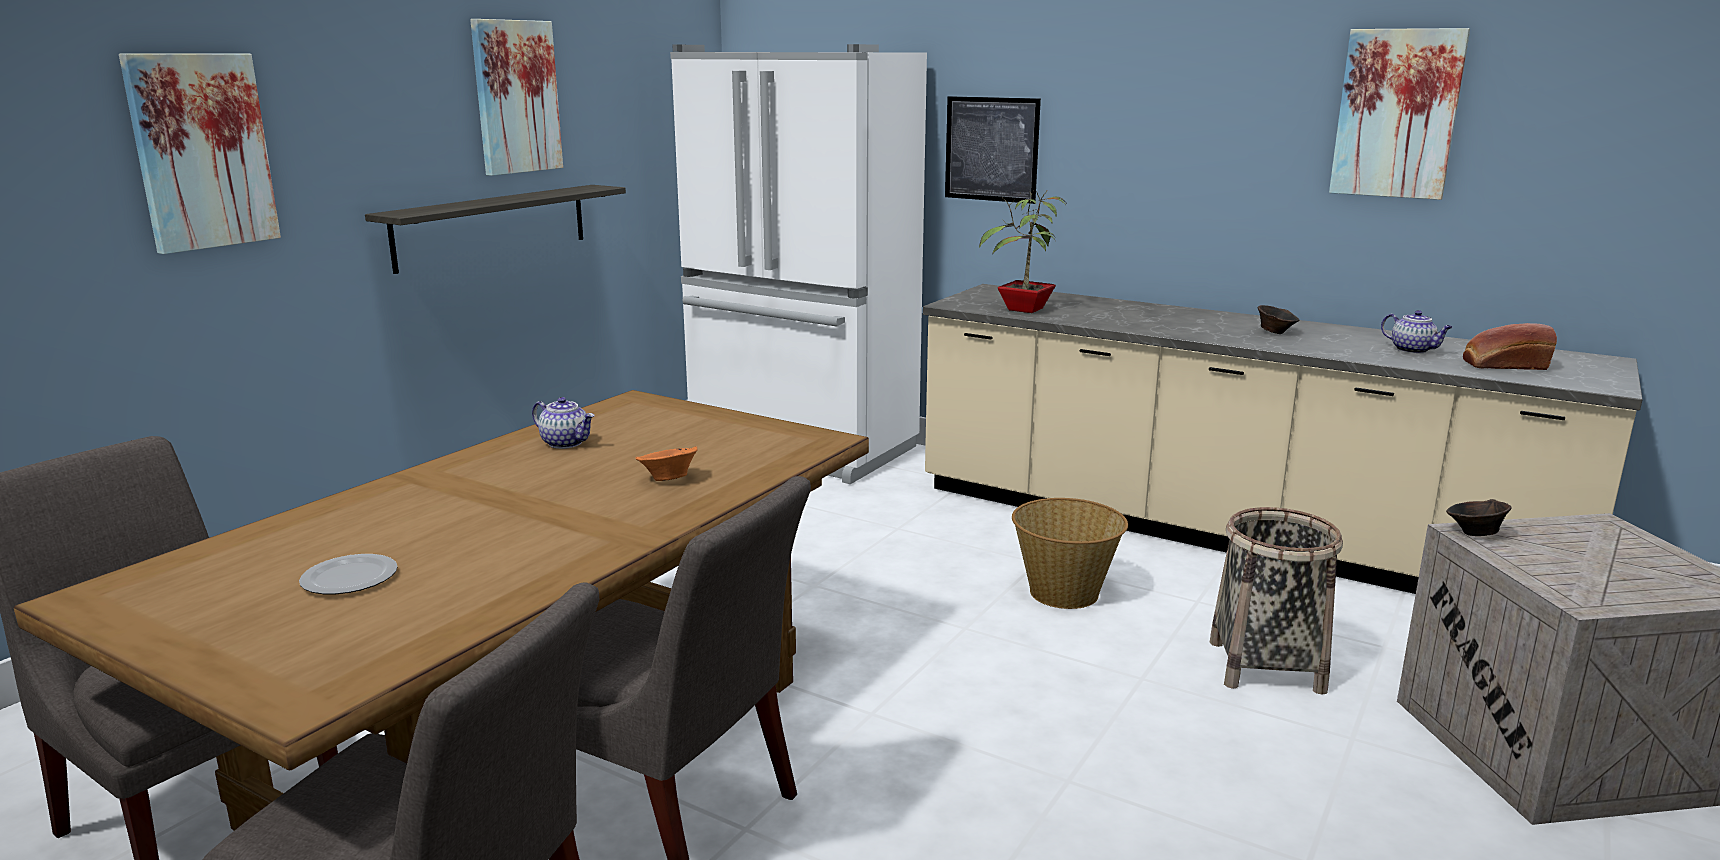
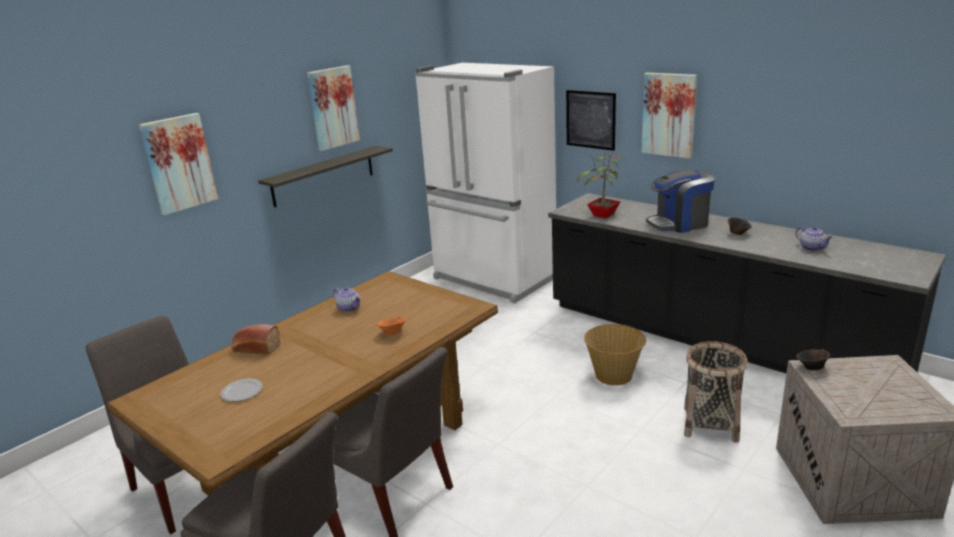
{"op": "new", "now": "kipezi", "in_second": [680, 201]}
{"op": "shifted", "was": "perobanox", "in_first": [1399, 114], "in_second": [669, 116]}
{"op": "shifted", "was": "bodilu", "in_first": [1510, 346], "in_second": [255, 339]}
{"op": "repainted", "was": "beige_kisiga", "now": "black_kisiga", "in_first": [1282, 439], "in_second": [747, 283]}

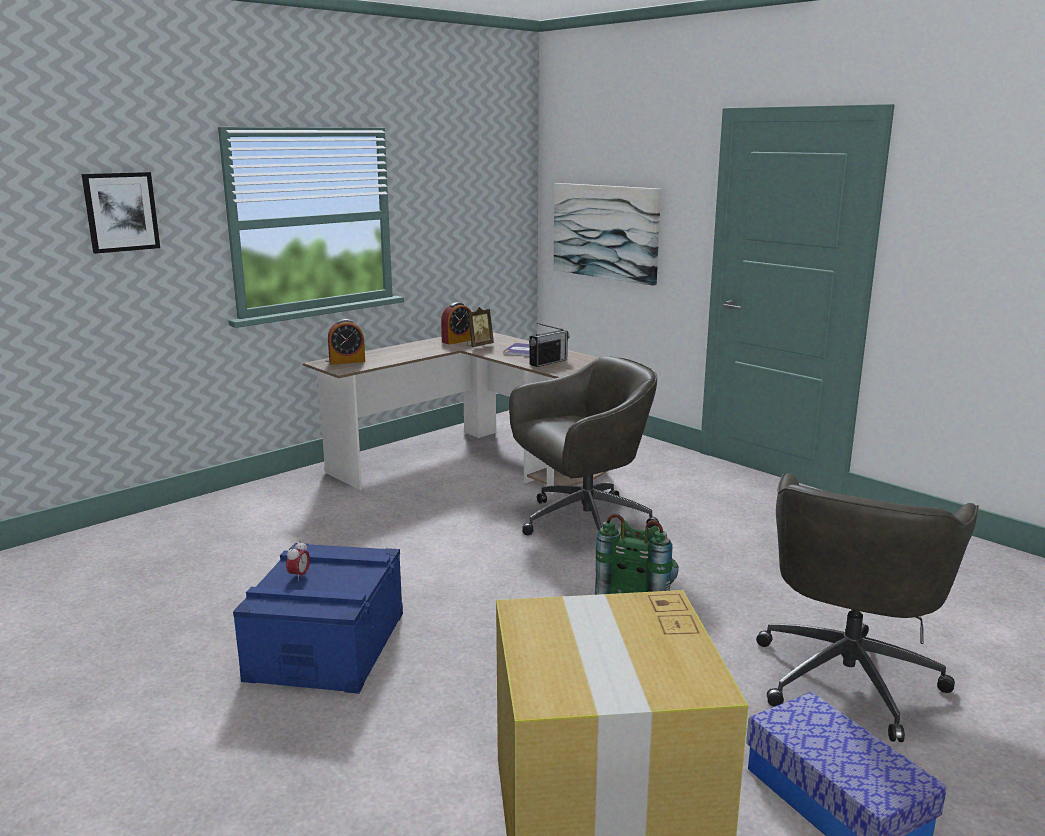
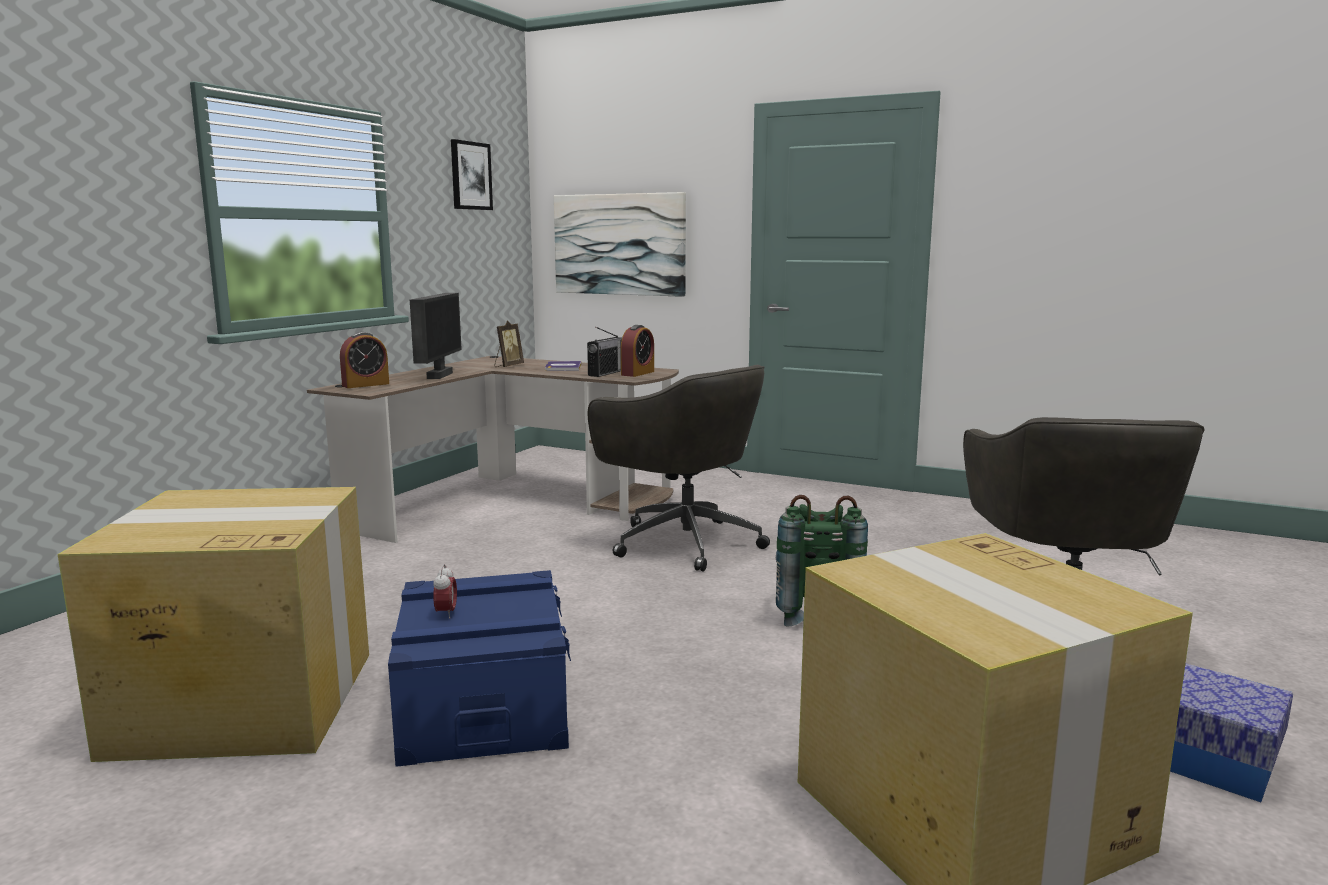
{"op": "new", "now": "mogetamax", "in_second": [213, 624]}
{"op": "new", "now": "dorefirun", "in_second": [436, 336]}
{"op": "shifted", "was": "perobanox", "in_first": [121, 213], "in_second": [472, 174]}
{"op": "shifted", "was": "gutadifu", "in_first": [456, 323], "in_second": [637, 351]}
{"op": "rotated", "was": "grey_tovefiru", "in_first": [584, 445], "in_second": [679, 468], "clockwise": 90}

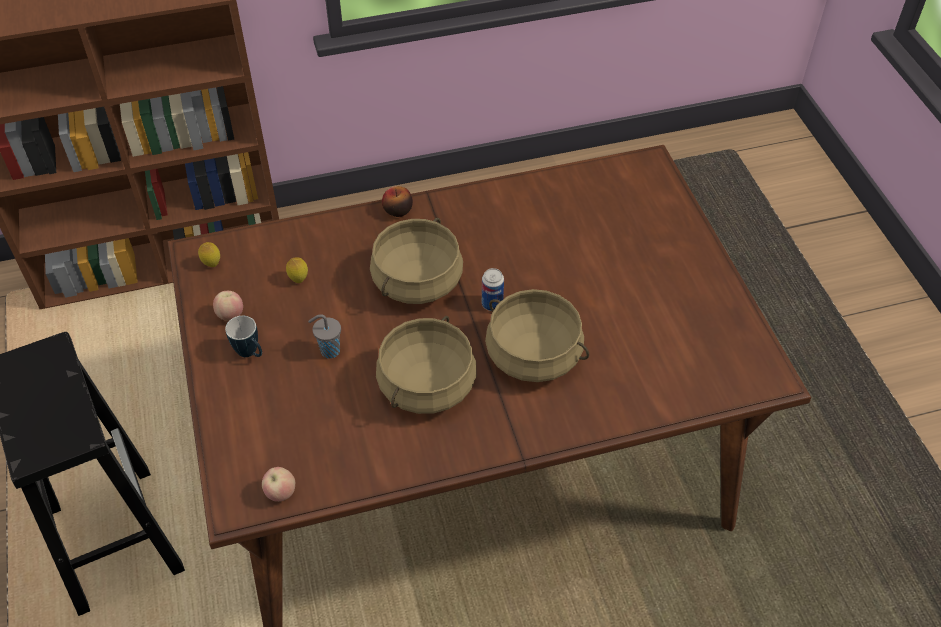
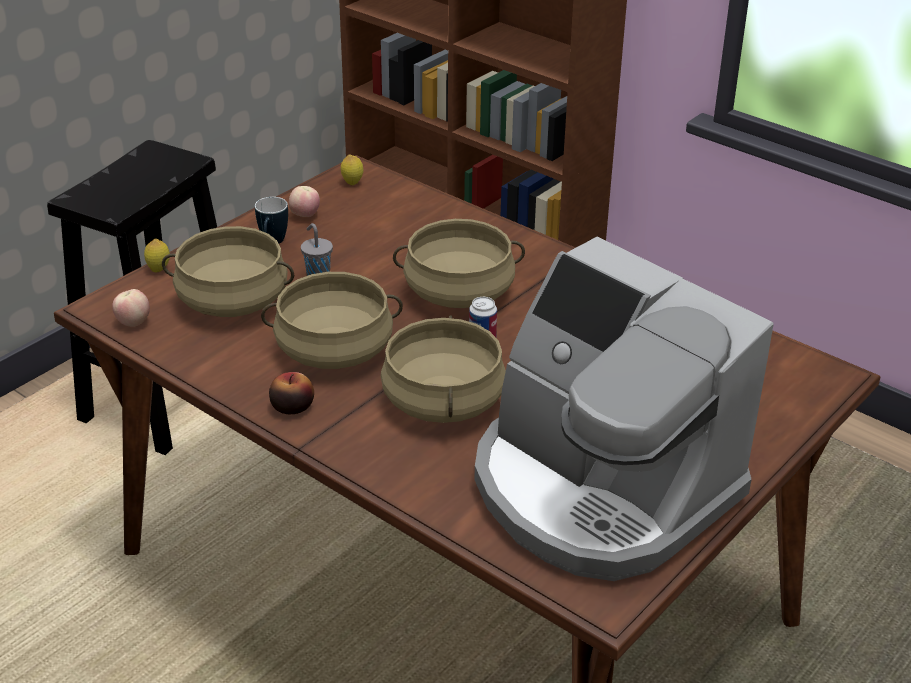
{"op": "new", "now": "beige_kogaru", "in_second": [228, 271]}
{"op": "new", "now": "kipezi", "in_second": [624, 409]}
{"op": "shifted", "was": "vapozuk", "in_first": [297, 270], "in_second": [157, 255]}
{"op": "shifted", "was": "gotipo", "in_first": [397, 201], "in_second": [291, 393]}

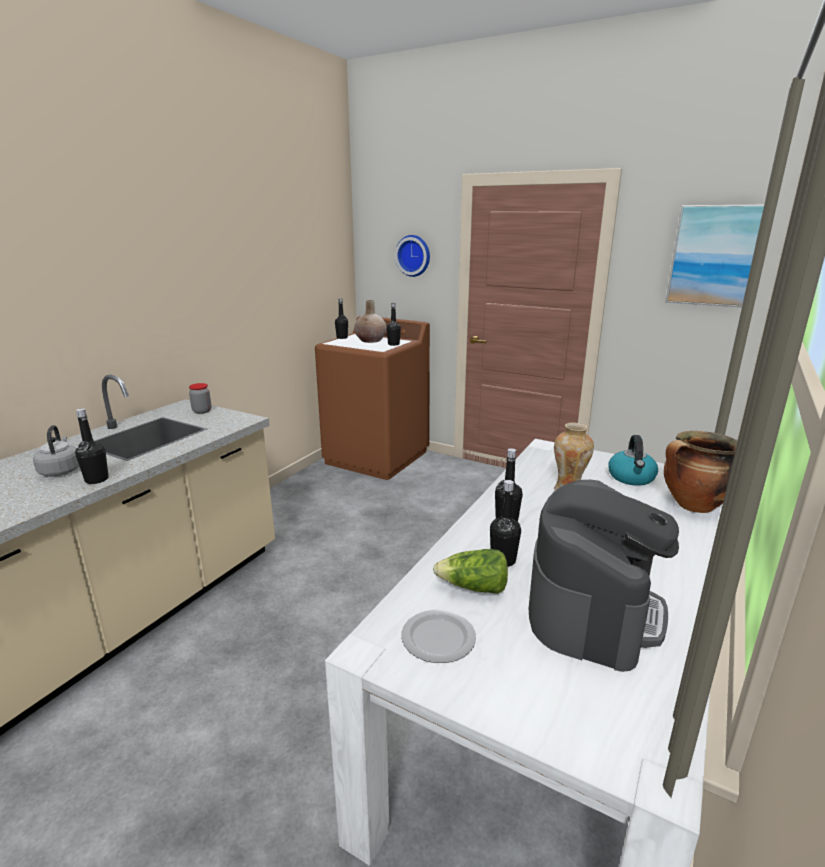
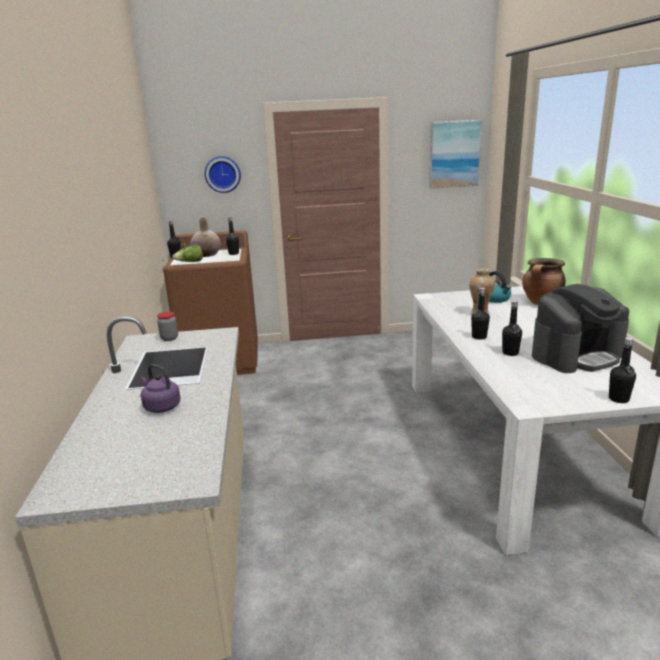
{"op": "gone", "was": "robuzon", "in_first": [438, 636]}
{"op": "shifted", "was": "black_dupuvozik", "in_first": [92, 446], "in_second": [622, 370]}
{"op": "shifted", "was": "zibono", "in_first": [470, 571], "in_second": [187, 253]}
{"op": "repainted", "was": "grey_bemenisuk", "now": "purple_bemenisuk", "in_first": [56, 451], "in_second": [160, 388]}
{"op": "rotated", "was": "kipezi", "in_first": [604, 576], "in_second": [580, 328], "clockwise": 75}

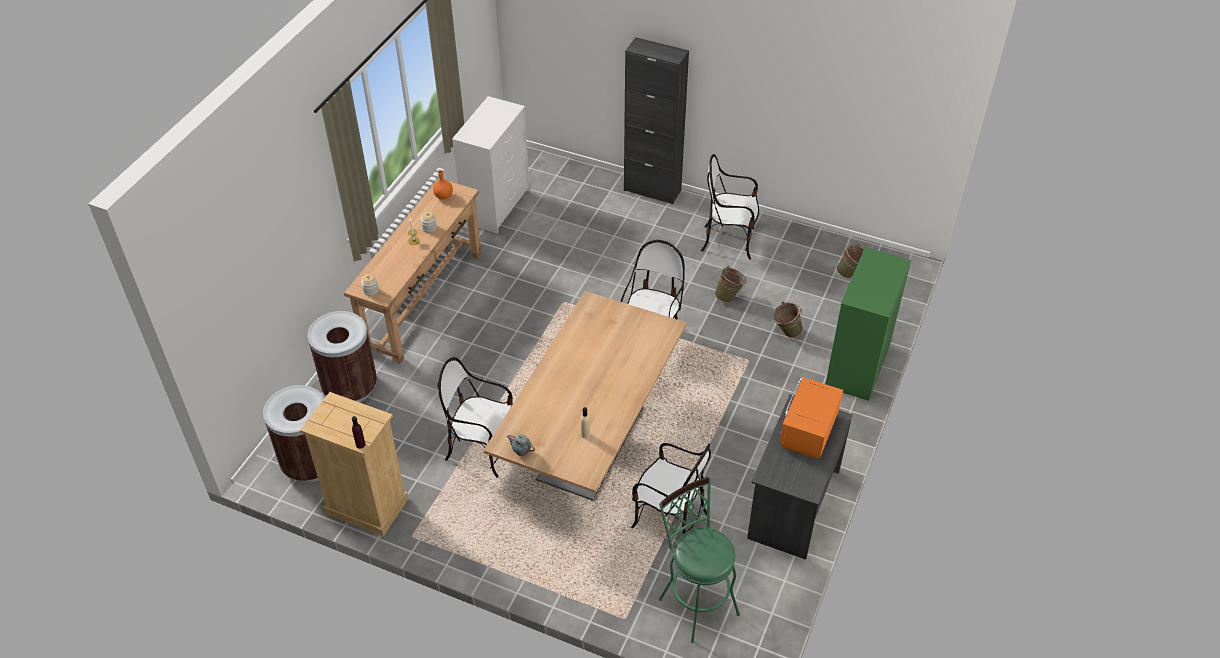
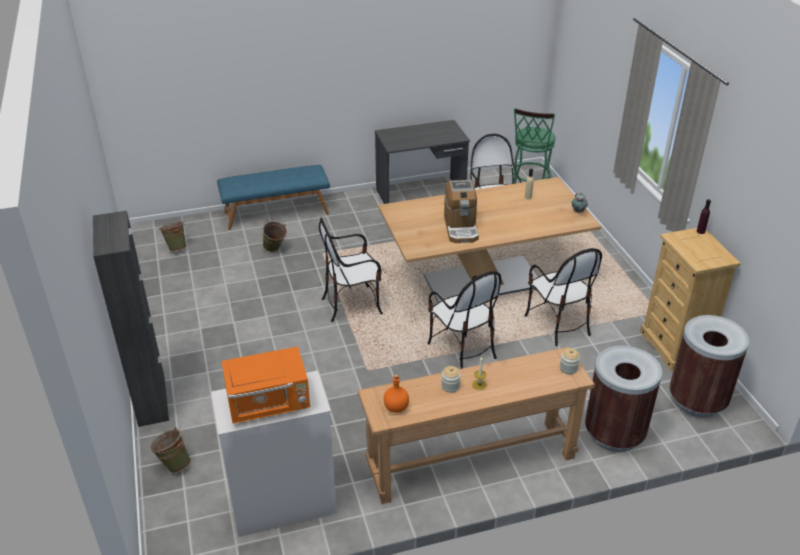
{"op": "new", "now": "kipezi", "in_second": [461, 211]}
{"op": "shifted", "was": "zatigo", "in_first": [730, 206], "in_second": [464, 320]}
{"op": "shifted", "was": "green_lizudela", "in_first": [731, 284], "in_second": [170, 450]}
{"op": "shifted", "was": "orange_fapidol", "in_first": [811, 418], "in_second": [265, 385]}
{"op": "swapped", "was": "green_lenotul", "now": "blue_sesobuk", "in_first": [868, 324], "in_second": [273, 197]}

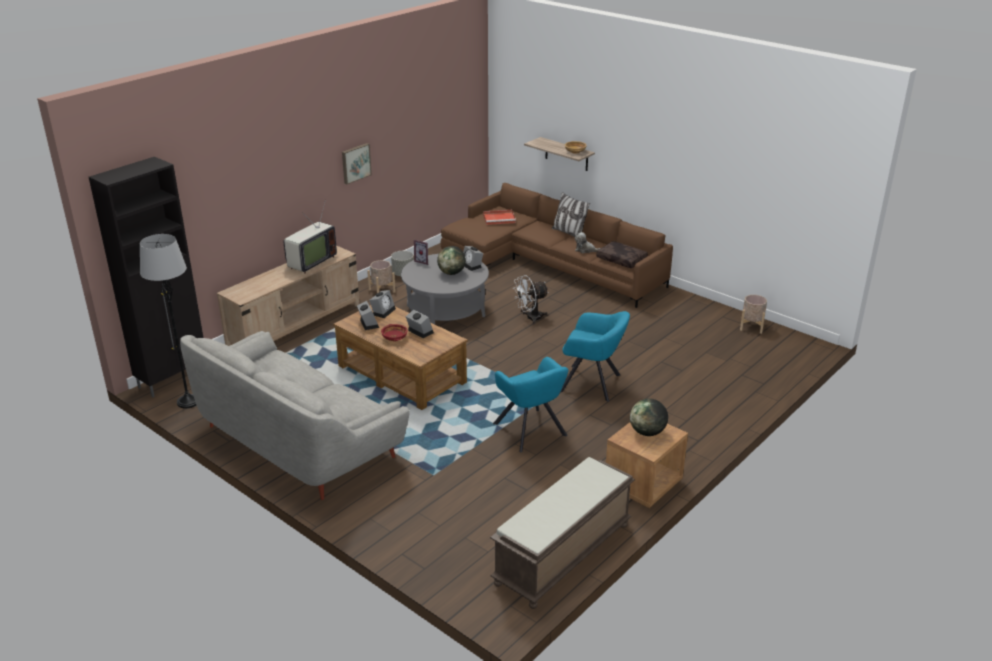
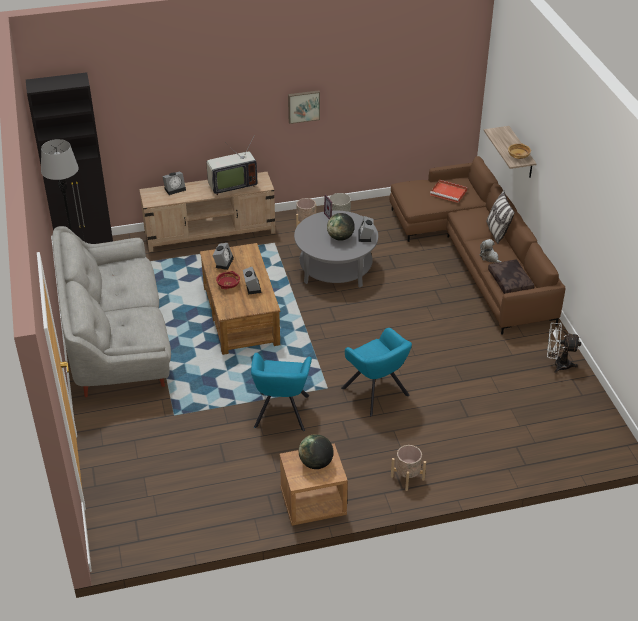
{"op": "gone", "was": "brown_sesobuk", "in_first": [562, 533]}
{"op": "shifted", "was": "gutadifu", "in_first": [382, 304], "in_second": [174, 183]}
{"op": "shifted", "was": "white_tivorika", "in_first": [531, 299], "in_second": [564, 348]}
{"op": "shifted", "was": "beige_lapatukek", "in_first": [753, 314], "in_second": [408, 468]}

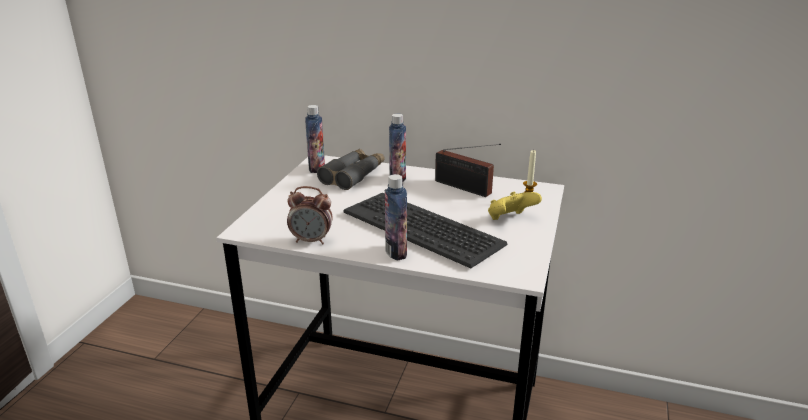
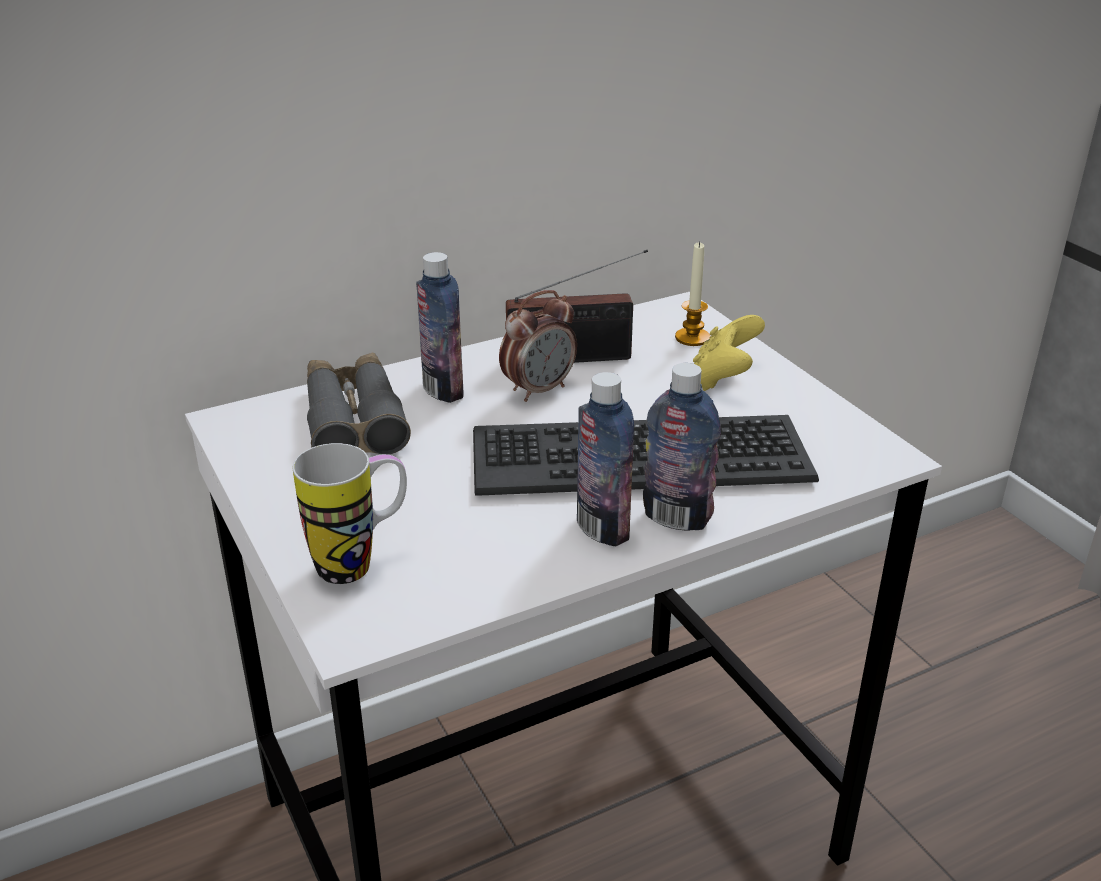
{"op": "new", "now": "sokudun", "in_second": [350, 513]}
{"op": "shifted", "was": "gutadifu", "in_first": [310, 215], "in_second": [538, 346]}
{"op": "shifted", "was": "dupuvozik", "in_first": [315, 139], "in_second": [605, 459]}

